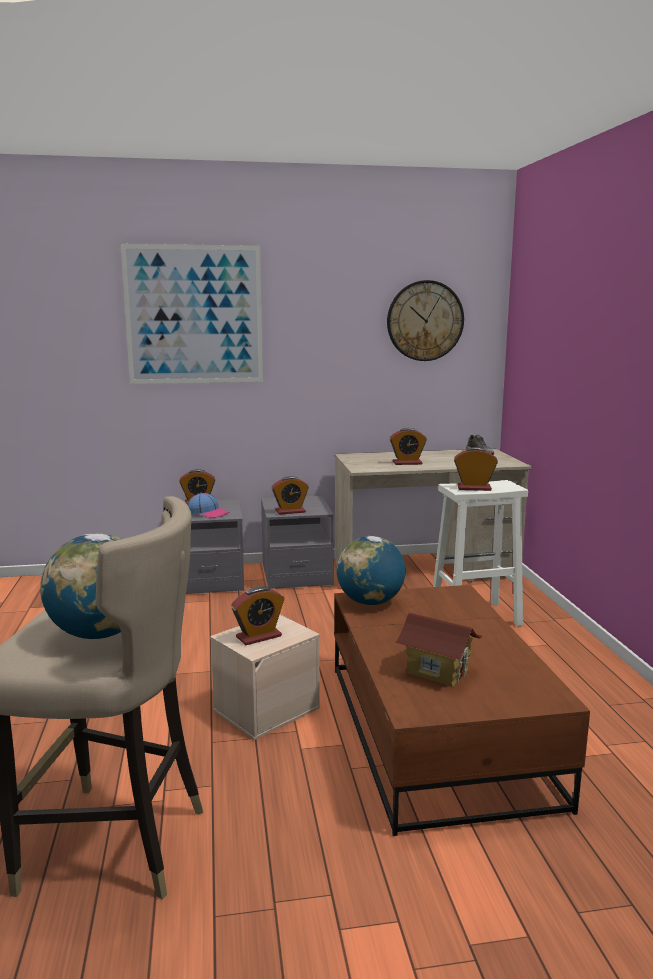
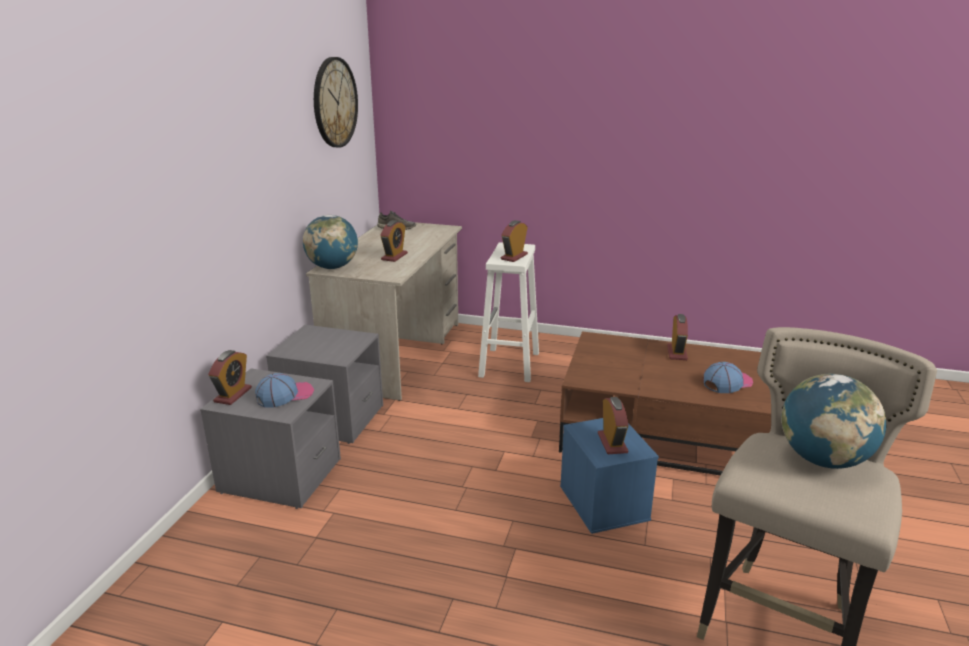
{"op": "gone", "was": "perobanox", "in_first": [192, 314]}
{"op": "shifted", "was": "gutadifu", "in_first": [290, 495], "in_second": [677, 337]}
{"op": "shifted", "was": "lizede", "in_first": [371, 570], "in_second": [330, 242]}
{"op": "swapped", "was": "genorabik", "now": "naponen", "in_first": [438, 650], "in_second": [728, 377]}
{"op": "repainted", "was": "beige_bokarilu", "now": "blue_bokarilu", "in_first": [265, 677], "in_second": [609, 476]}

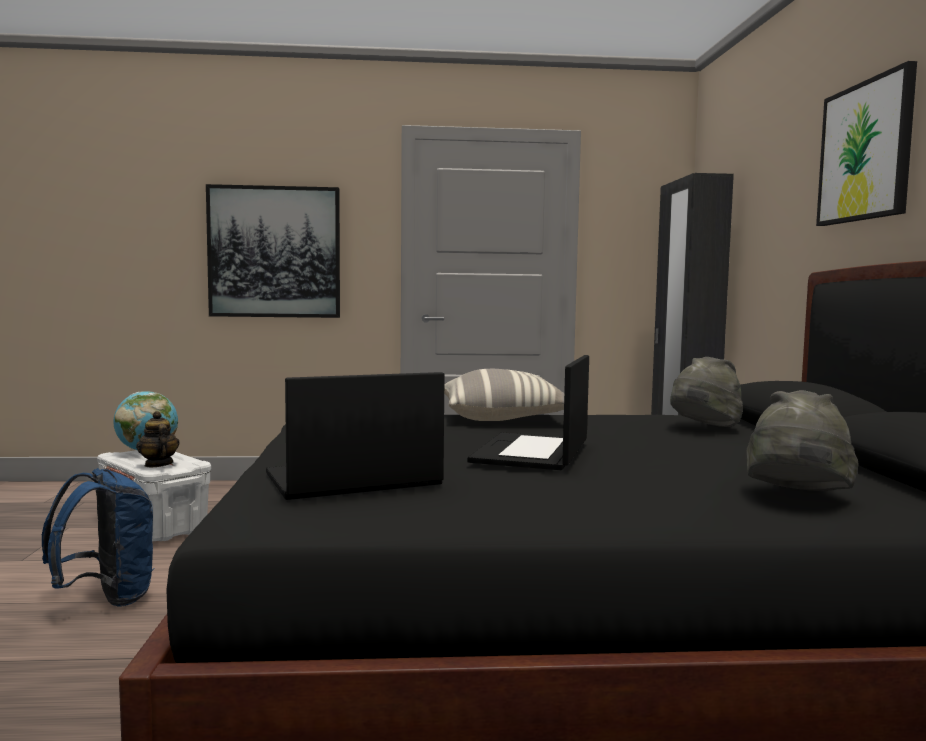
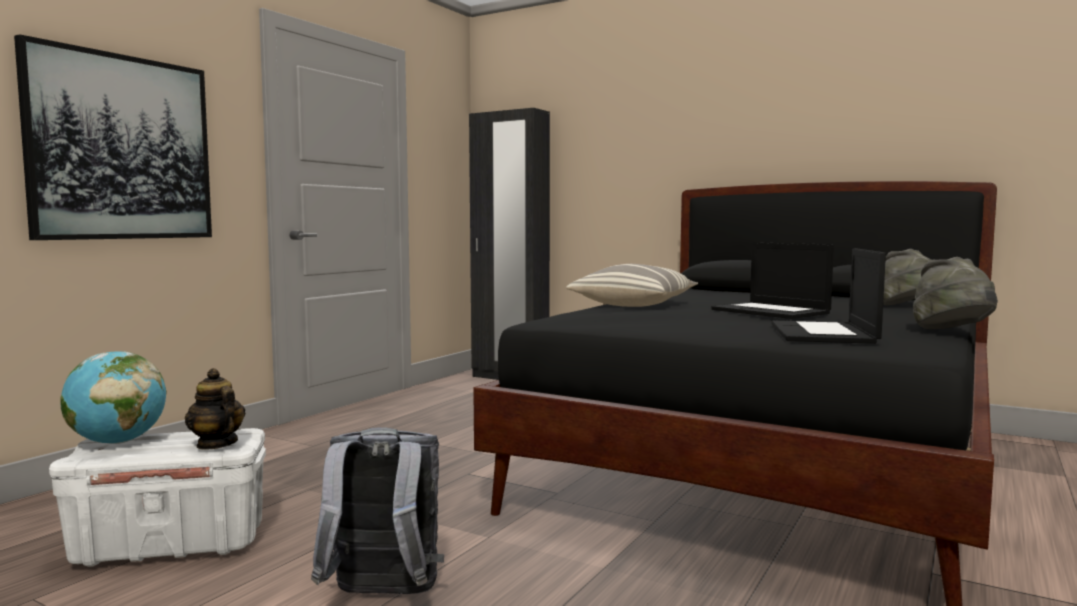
{"op": "gone", "was": "perobanox", "in_first": [866, 143]}
{"op": "shifted", "was": "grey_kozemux", "in_first": [706, 392], "in_second": [955, 293]}
{"op": "repainted", "was": "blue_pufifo", "now": "grey_pufifo", "in_first": [98, 537], "in_second": [377, 510]}
{"op": "rotated", "was": "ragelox", "in_first": [158, 439], "in_second": [215, 409], "clockwise": 45}

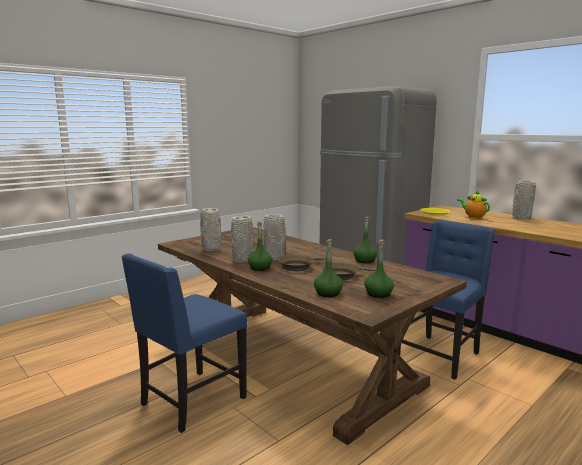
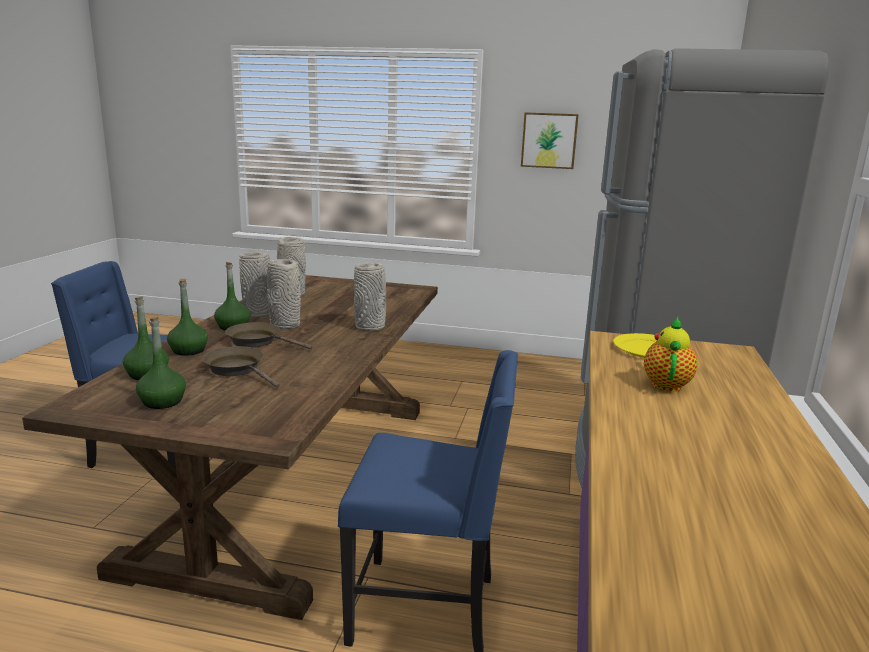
{"op": "new", "now": "perobanox", "in_second": [550, 140]}
{"op": "shifted", "was": "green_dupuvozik", "in_first": [365, 240], "in_second": [187, 317]}
{"op": "shifted", "was": "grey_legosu", "in_first": [524, 200], "in_second": [370, 297]}

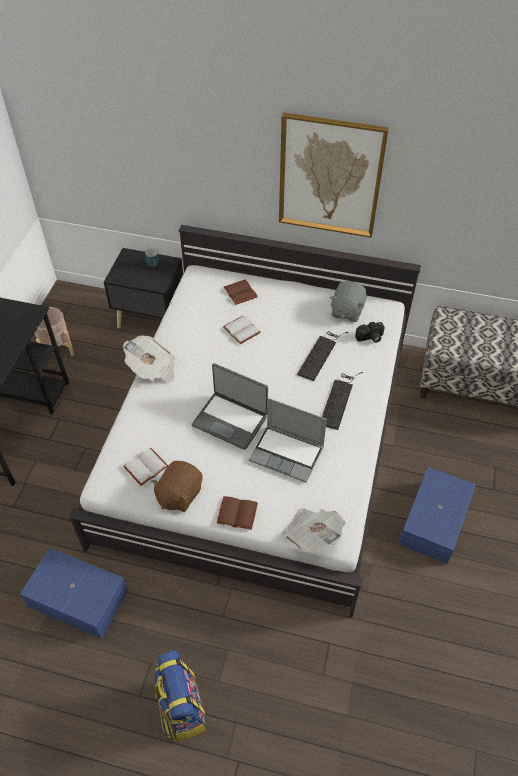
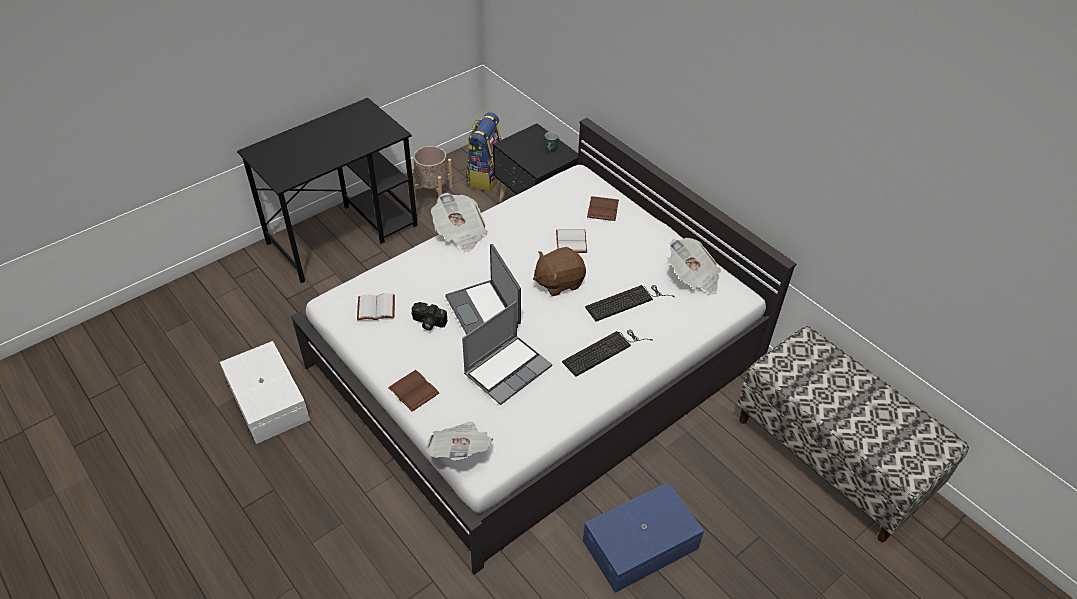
{"op": "gone", "was": "perobanox", "in_first": [334, 175]}
{"op": "shifted", "was": "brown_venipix", "in_first": [177, 486], "in_second": [559, 271]}
{"op": "shifted", "was": "pufifo", "in_first": [180, 696], "in_second": [483, 151]}
{"op": "shifted", "was": "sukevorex", "in_first": [370, 332], "in_second": [429, 316]}
{"op": "swapped", "was": "grey_venipix", "now": "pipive", "in_first": [348, 301], "in_second": [695, 266]}
{"op": "repainted", "was": "blue_bokarilu", "now": "white_bokarilu", "in_first": [74, 593], "in_second": [265, 392]}
{"op": "rotated", "was": "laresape", "in_first": [288, 440], "in_second": [507, 353], "clockwise": -105}

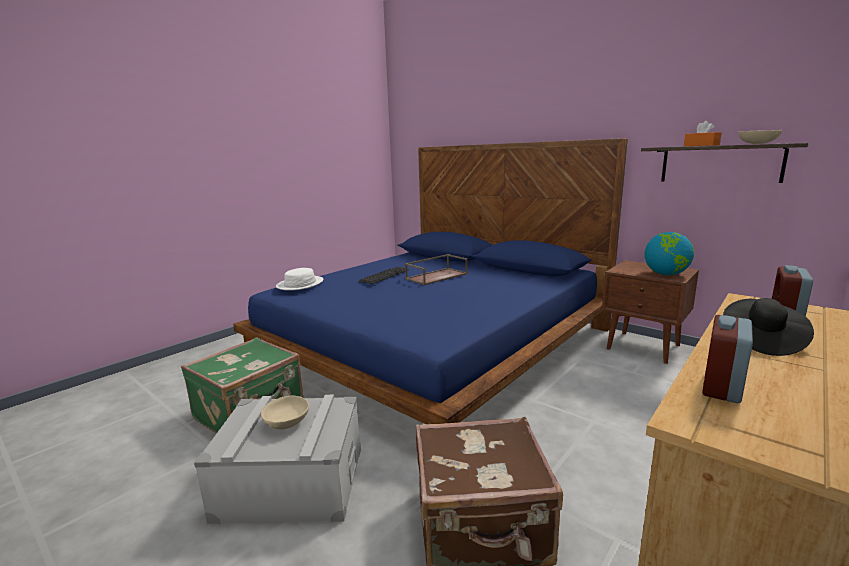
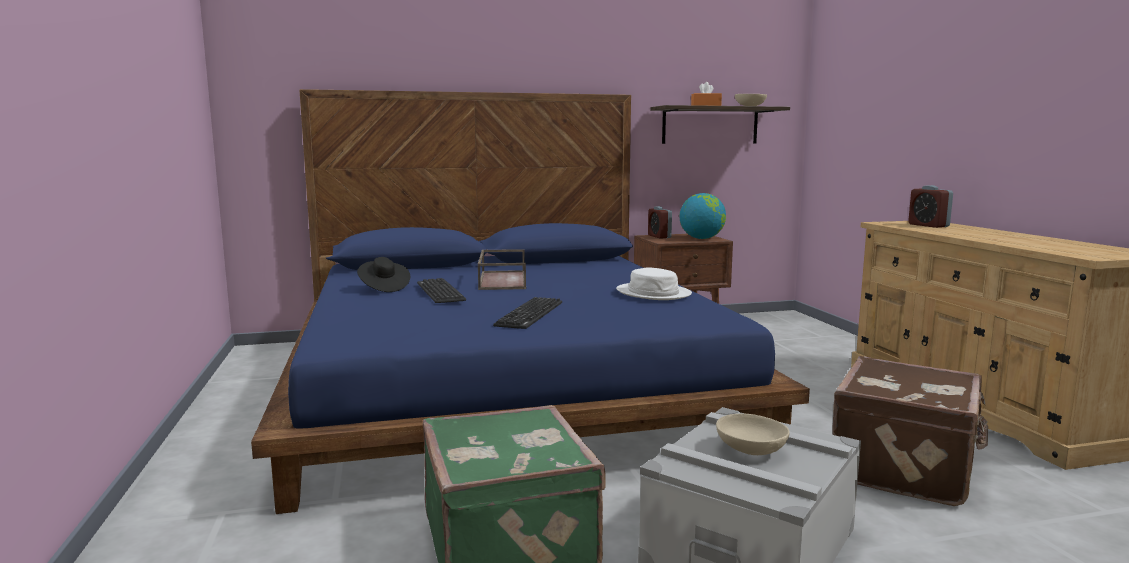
{"op": "new", "now": "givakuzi", "in_second": [527, 313]}
{"op": "shifted", "was": "white_kozemux", "in_first": [299, 279], "in_second": [654, 283]}
{"op": "shifted", "was": "gutadifu", "in_first": [727, 359], "in_second": [660, 222]}
{"op": "shifted", "was": "black_kozemux", "in_first": [768, 327], "in_second": [383, 274]}

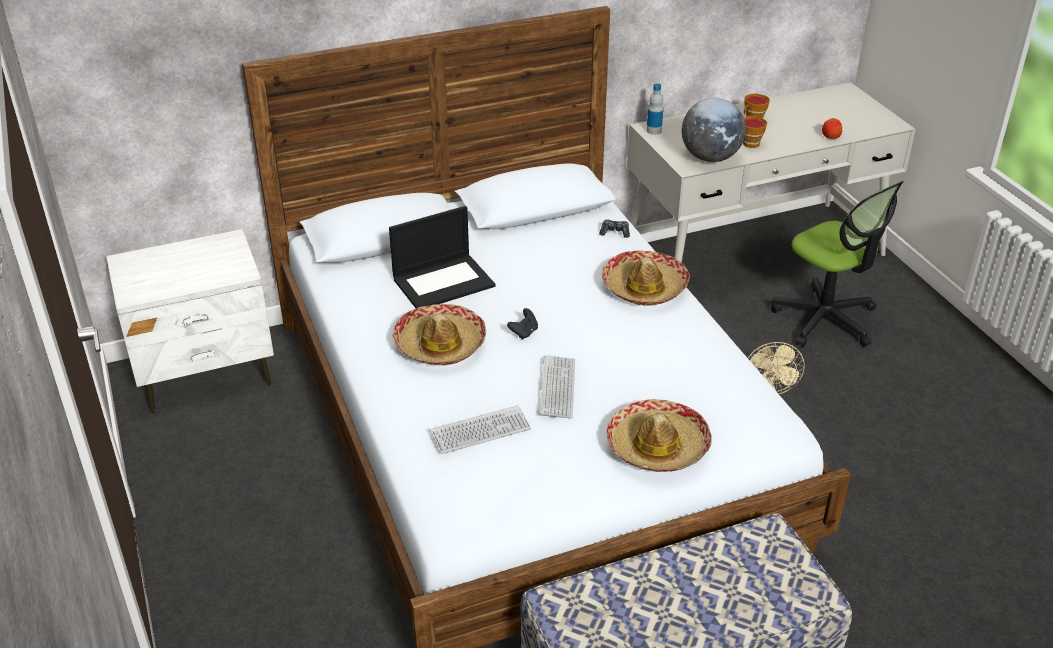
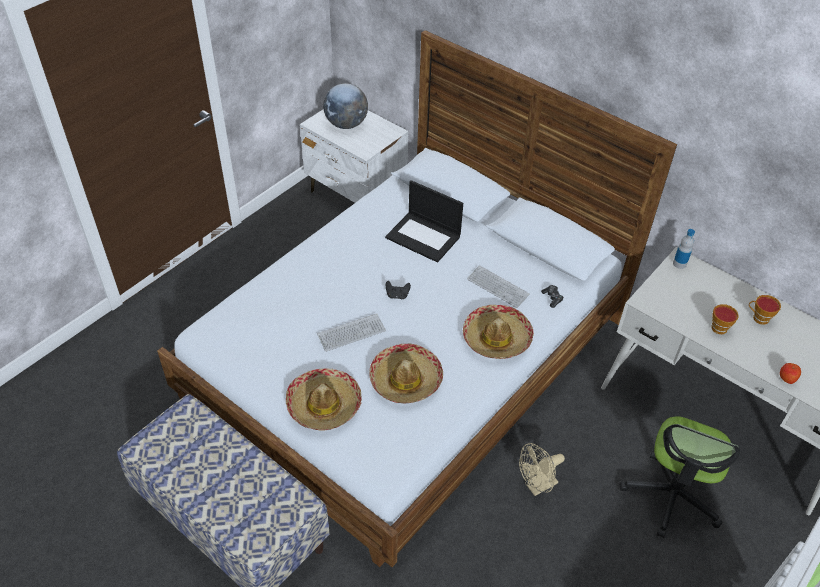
{"op": "shifted", "was": "kozemux", "in_first": [439, 334], "in_second": [406, 373]}
{"op": "shifted", "was": "givakuzi", "in_first": [480, 429], "in_second": [498, 286]}
{"op": "shifted", "was": "lizede", "in_first": [714, 130], "in_second": [345, 106]}

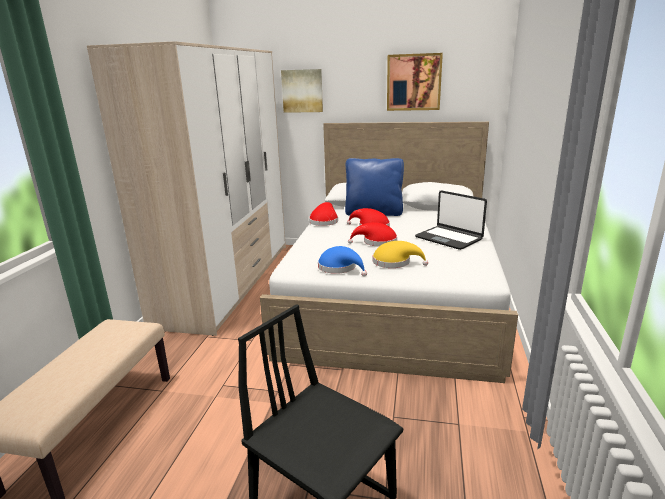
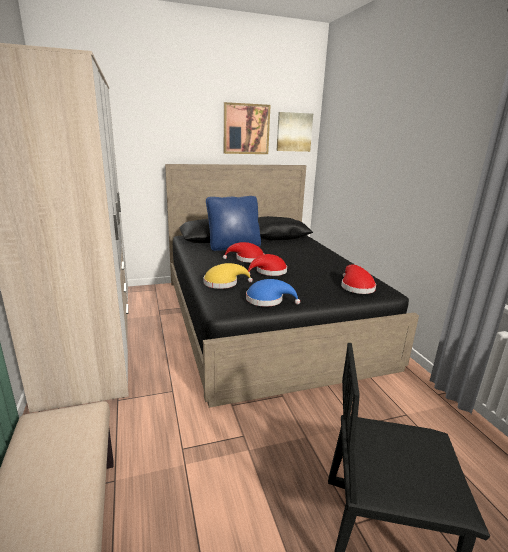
{"op": "gone", "was": "laresape", "in_first": [451, 220]}
{"op": "shifted", "was": "perobanox", "in_first": [302, 91], "in_second": [295, 132]}
{"op": "shifted", "was": "red_kozemux", "in_first": [323, 214], "in_second": [358, 279]}
{"op": "shifted", "was": "yellow_kozemux", "in_first": [400, 254], "in_second": [228, 276]}
{"op": "repainted", "was": "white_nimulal", "now": "black_nimulal", "in_first": [389, 252], "in_second": [292, 286]}

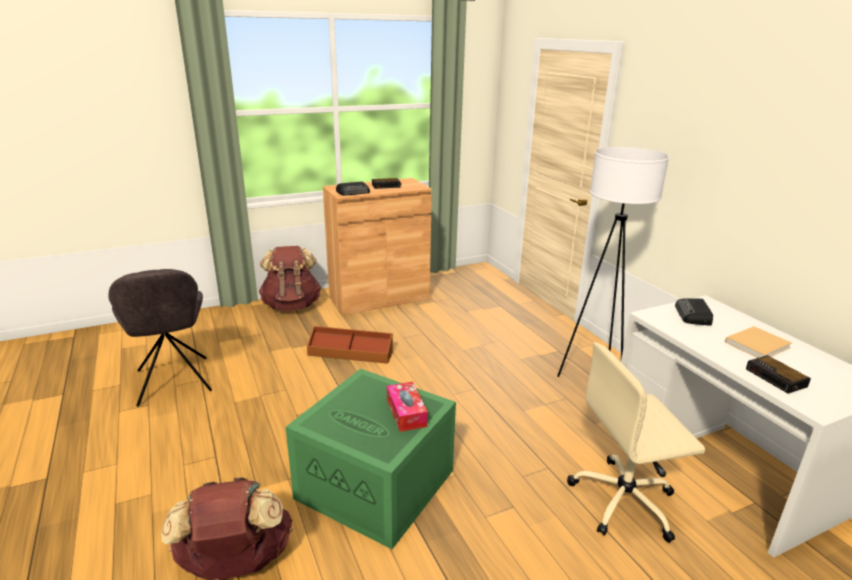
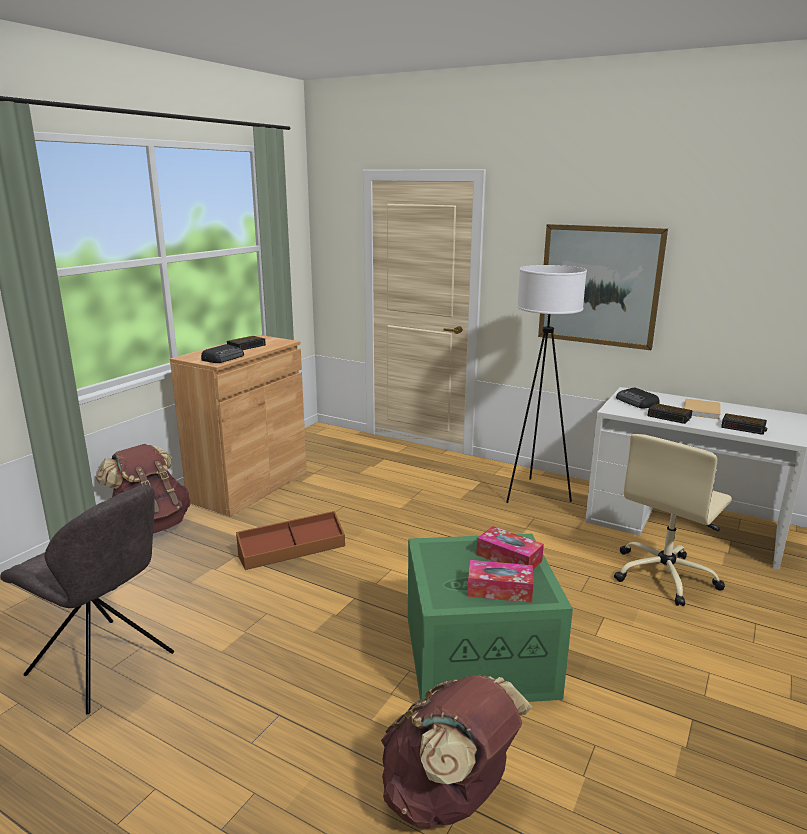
{"op": "new", "now": "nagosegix", "in_second": [500, 581]}
{"op": "new", "now": "perobanox", "in_second": [603, 287]}
{"op": "new", "now": "gutadifu", "in_second": [670, 413]}

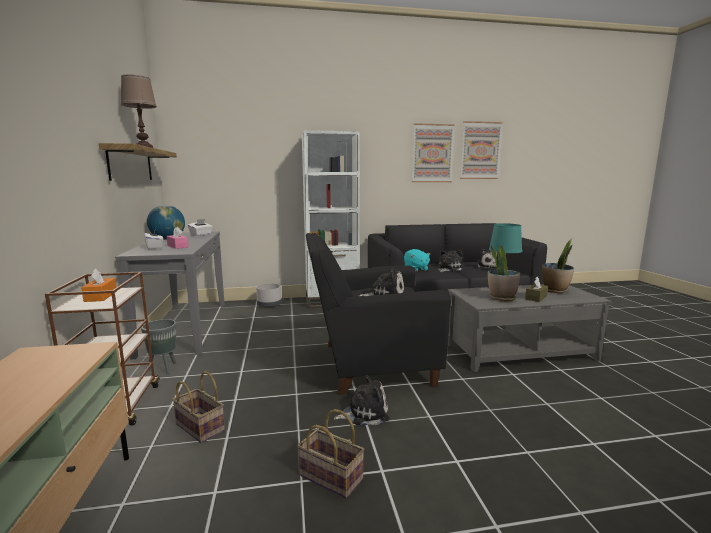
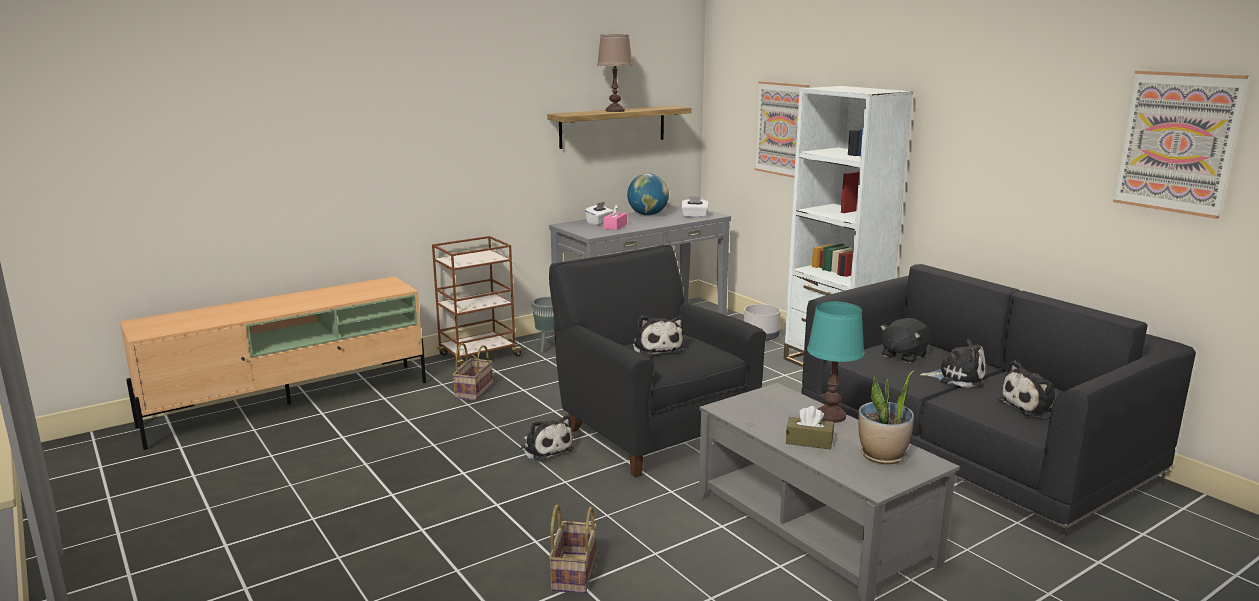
{"op": "gone", "was": "orange_nagosegix", "in_first": [99, 285]}
{"op": "gone", "was": "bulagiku", "in_first": [504, 273]}
{"op": "shifted", "was": "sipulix", "in_first": [331, 454], "in_second": [573, 549]}
{"op": "shifted", "was": "perobanox", "in_first": [433, 152], "in_second": [782, 129]}
{"op": "repainted", "was": "turquoise_venipix", "now": "black_venipix", "in_first": [417, 260], "in_second": [905, 340]}

